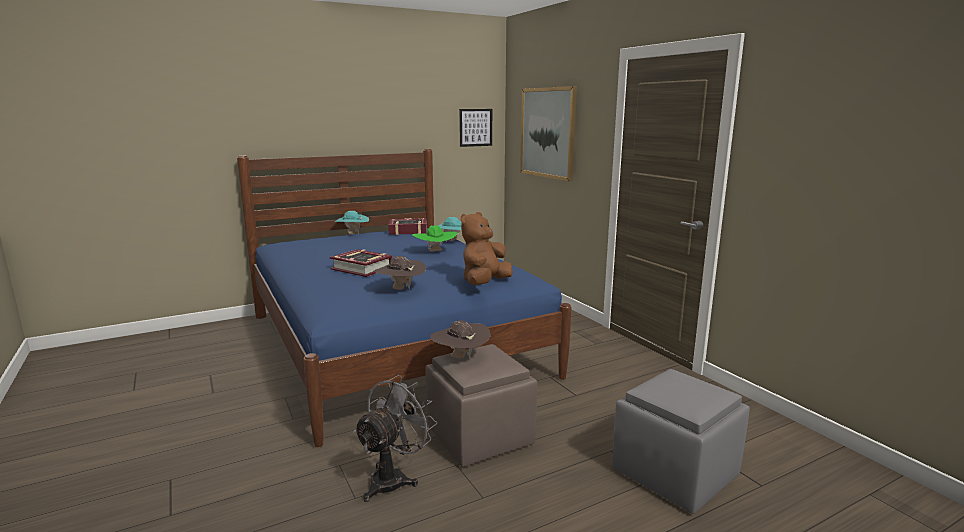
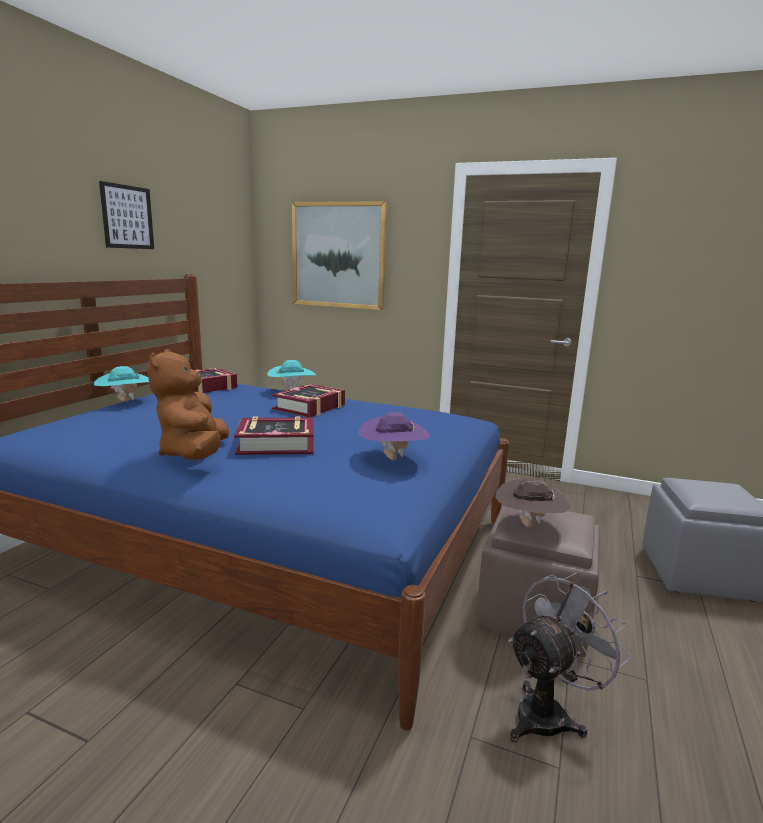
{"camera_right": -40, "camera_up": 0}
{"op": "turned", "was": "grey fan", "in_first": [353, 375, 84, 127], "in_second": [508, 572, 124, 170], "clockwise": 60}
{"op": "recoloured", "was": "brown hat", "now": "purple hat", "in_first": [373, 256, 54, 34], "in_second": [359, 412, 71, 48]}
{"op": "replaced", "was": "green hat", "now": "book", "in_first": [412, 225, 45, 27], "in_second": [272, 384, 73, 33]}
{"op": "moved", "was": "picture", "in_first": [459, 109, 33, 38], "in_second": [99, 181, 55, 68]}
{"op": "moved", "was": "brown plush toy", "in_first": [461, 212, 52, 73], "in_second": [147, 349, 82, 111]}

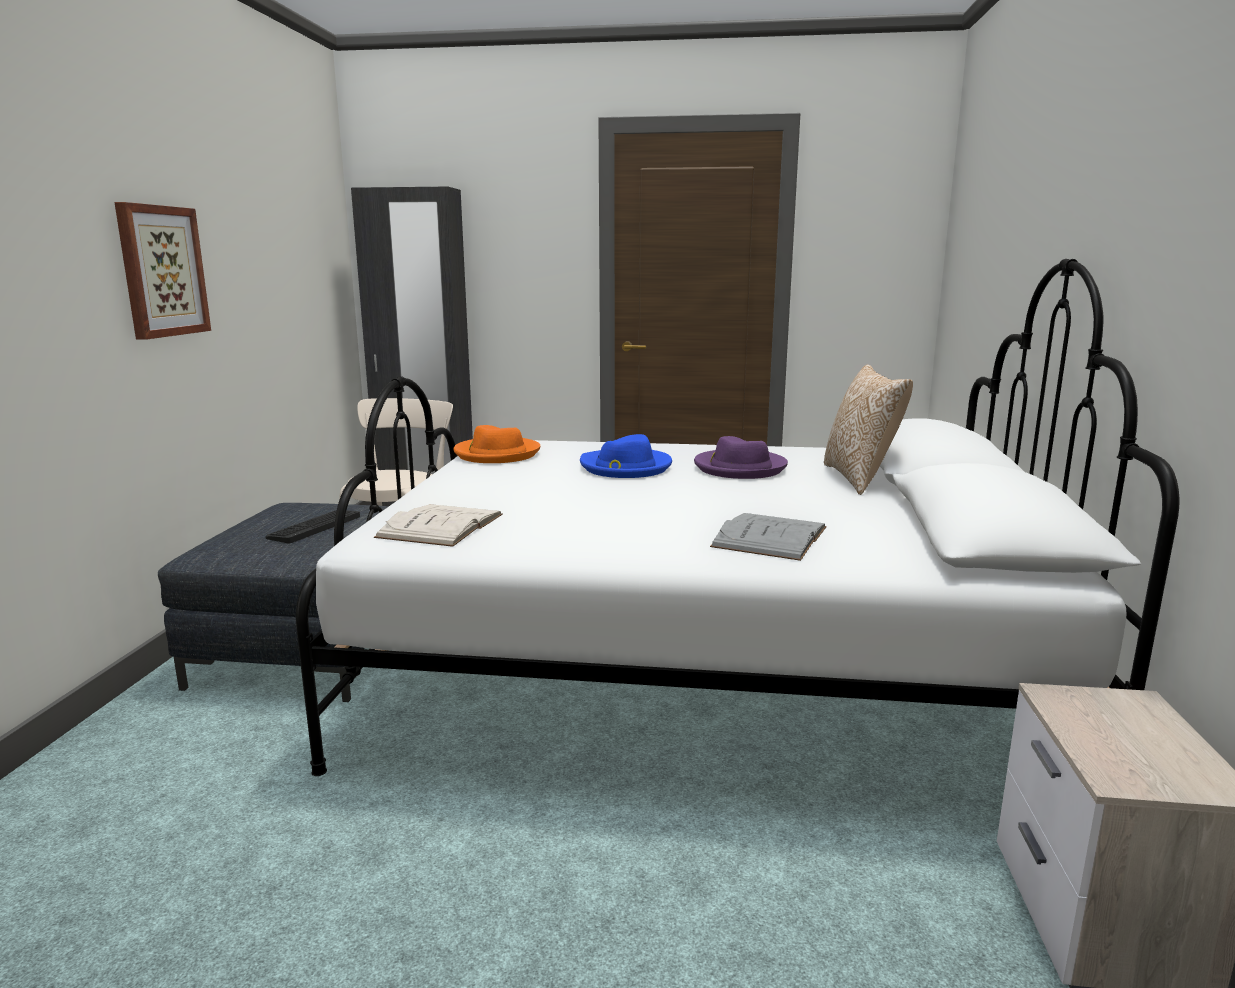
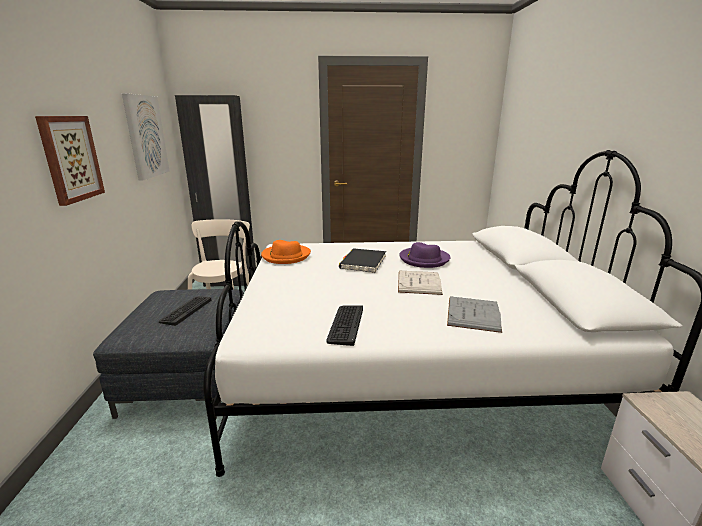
{"camera_right": -10, "camera_up": 5}
{"op": "moved", "was": "white book", "in_first": [374, 504, 129, 43], "in_second": [398, 271, 45, 24]}
{"op": "replaced", "was": "blue hat", "now": "black book", "in_first": [580, 434, 92, 44], "in_second": [339, 248, 47, 25]}
{"op": "removed", "was": "pillow", "in_first": [824, 365, 89, 130]}
{"op": "added", "now": "picture", "in_second": [122, 93, 48, 88]}
{"op": "added", "now": "keyboard", "in_second": [326, 305, 37, 41]}

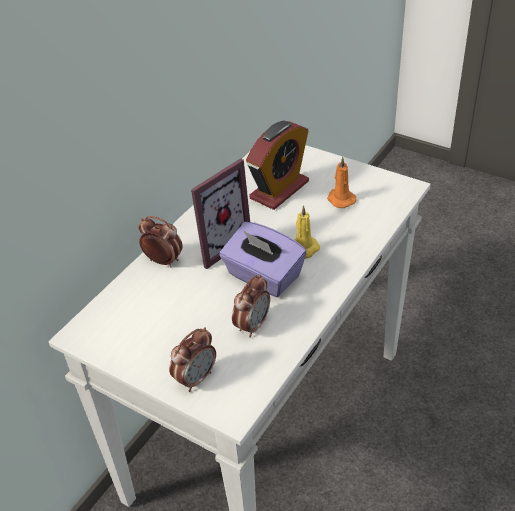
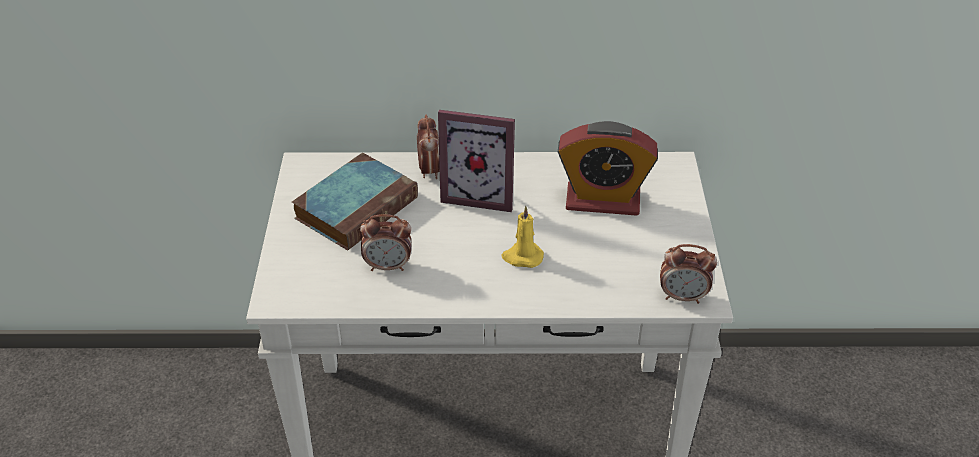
{"camera_right": 55, "camera_up": 0}
{"op": "moved", "was": "alarm clock", "in_first": [169, 327, 47, 65], "in_second": [660, 244, 57, 60]}
{"op": "removed", "was": "purple tissue box", "in_first": [219, 222, 88, 75]}
{"op": "removed", "was": "orange candle", "in_first": [327, 157, 29, 51]}
{"op": "added", "now": "book", "in_second": [292, 153, 126, 98]}

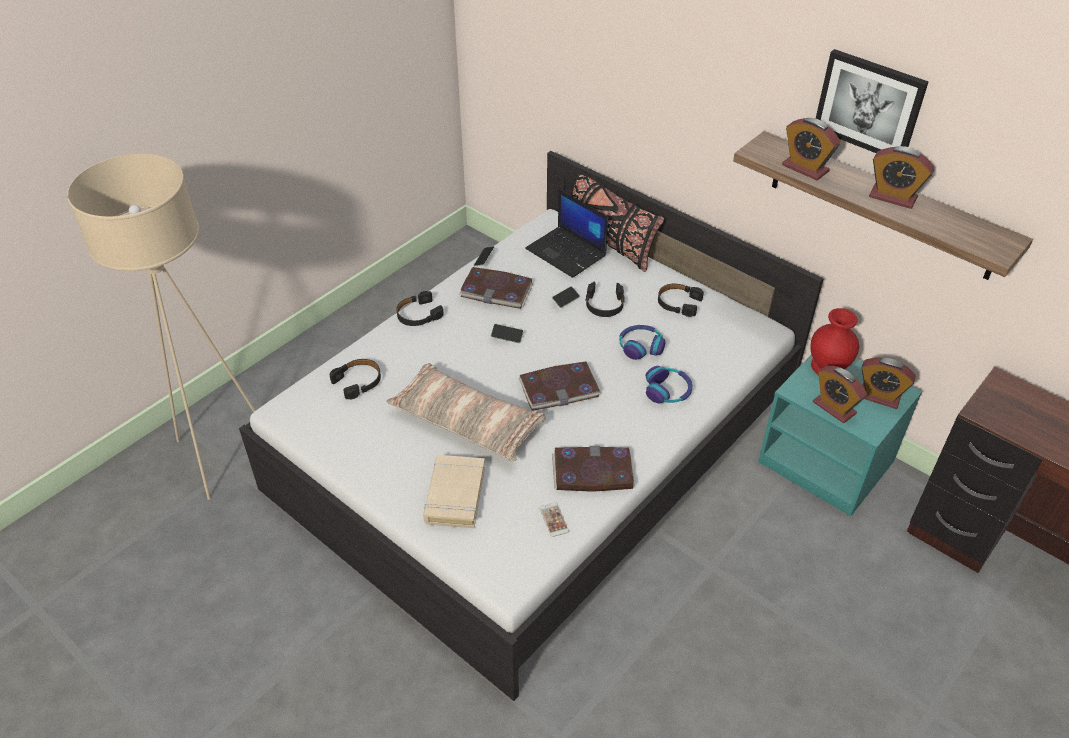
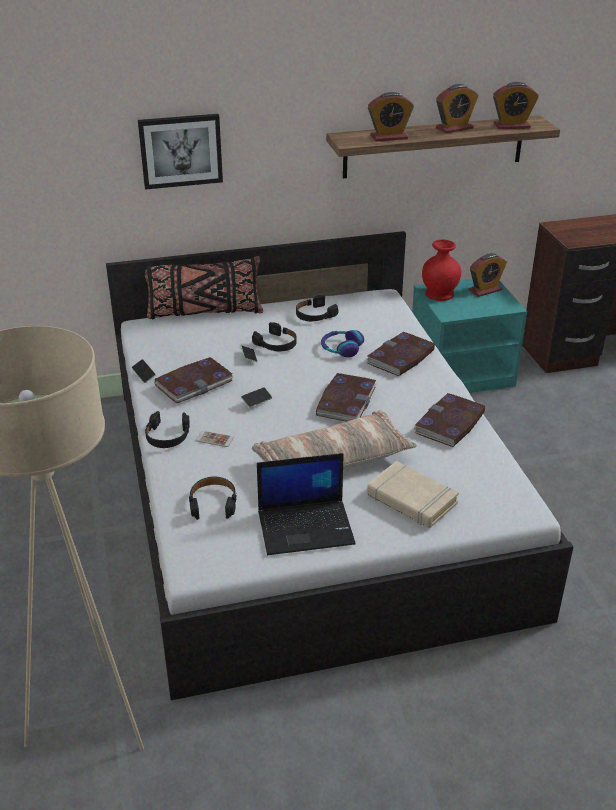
{"camera_right": -55, "camera_up": -10}
{"op": "moved", "was": "laptop", "in_first": [525, 189, 83, 89], "in_second": [257, 453, 99, 102]}
{"op": "moved", "was": "phone", "in_first": [539, 502, 30, 35], "in_second": [196, 431, 38, 16]}
{"op": "replaced", "was": "headphones", "now": "book", "in_first": [646, 366, 46, 37], "in_second": [366, 332, 69, 44]}
{"op": "moved", "was": "alarm clock", "in_first": [813, 366, 54, 57], "in_second": [493, 82, 46, 47]}
{"op": "moved", "was": "picture", "in_first": [816, 49, 112, 104], "in_second": [138, 114, 85, 76]}

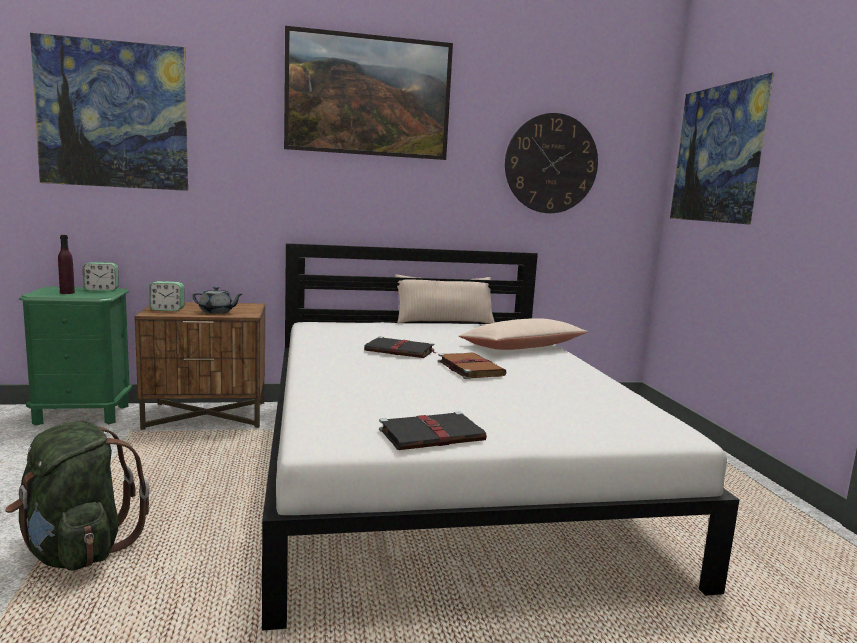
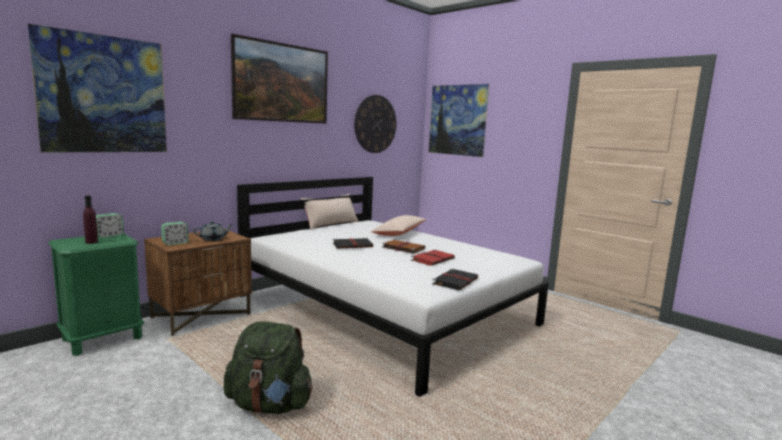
{"camera_right": -35, "camera_up": 0}
{"op": "added", "now": "red book", "in_second": [411, 249, 44, 17]}

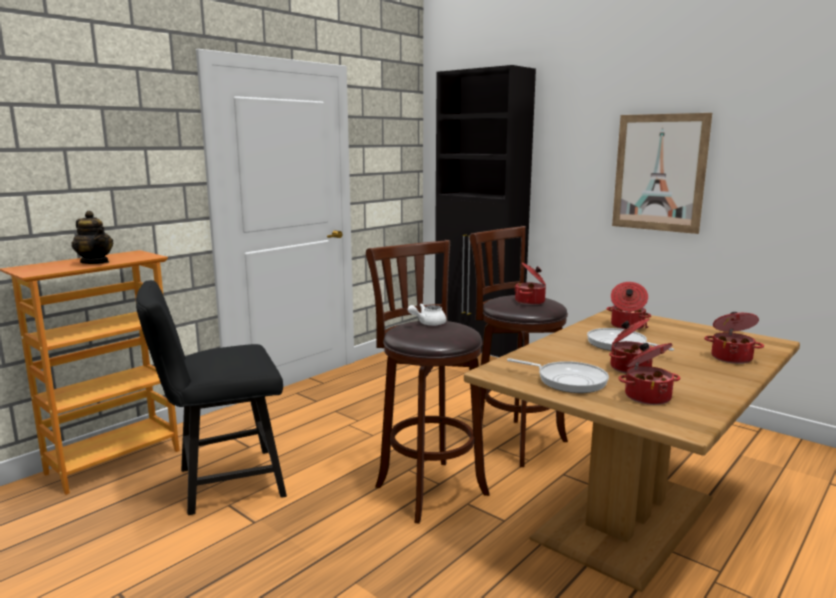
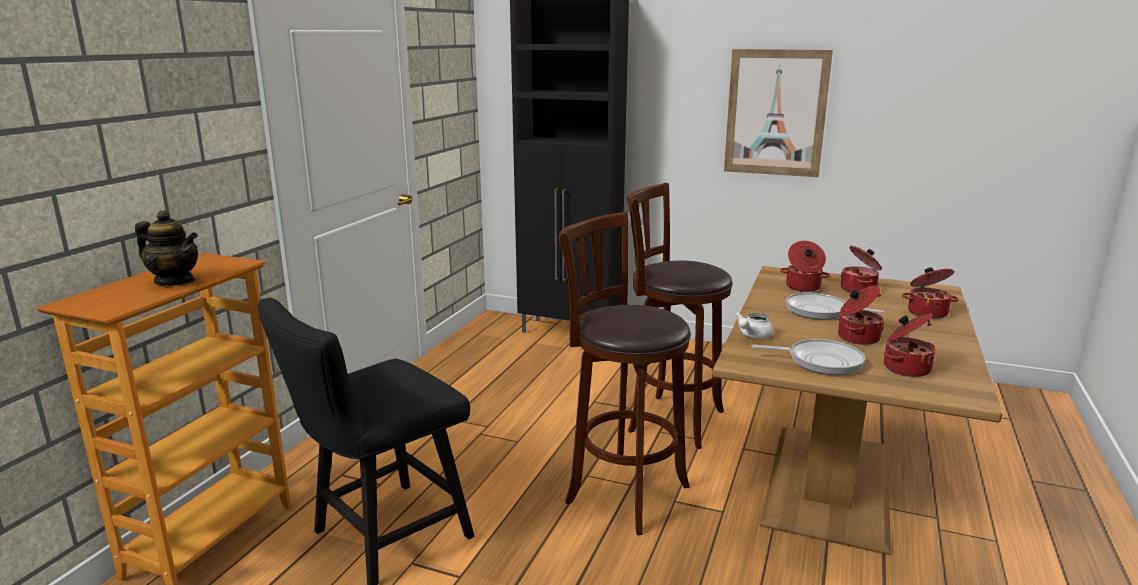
{"camera_right": -20, "camera_up": 5}
{"op": "moved", "was": "white teapot", "in_first": [408, 304, 38, 22], "in_second": [735, 312, 39, 27]}
{"op": "moved", "was": "cooking pot", "in_first": [514, 262, 32, 43], "in_second": [841, 246, 41, 47]}

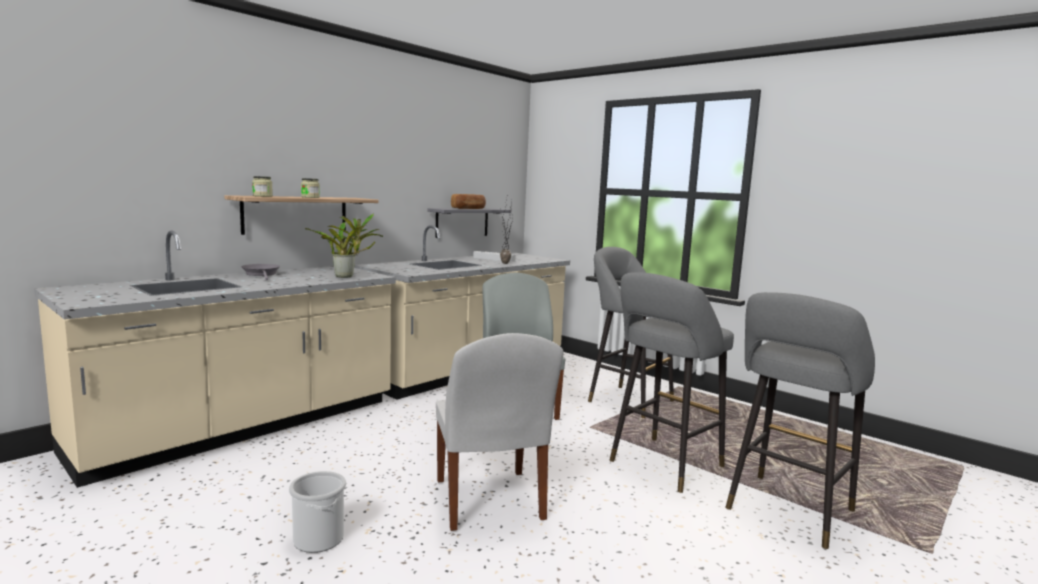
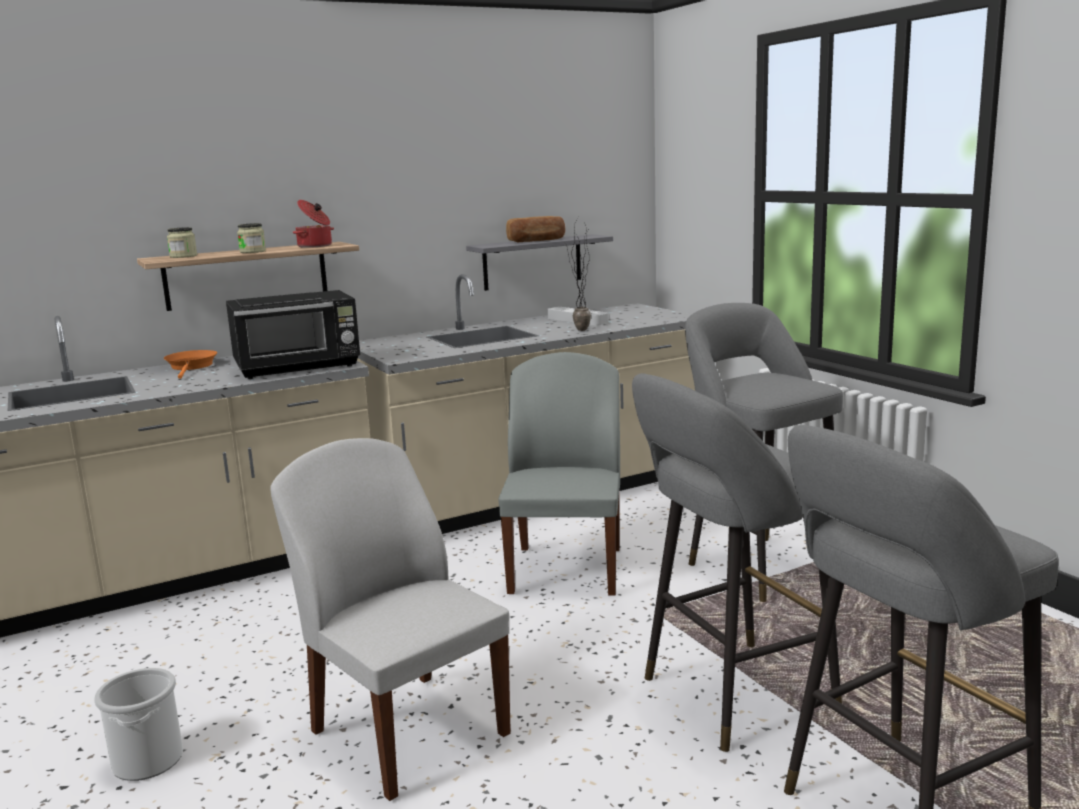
{"camera_right": 20, "camera_up": 5}
{"op": "recoloured", "was": "grey frying pan", "now": "orange frying pan", "in_first": [241, 264, 39, 16], "in_second": [164, 350, 53, 29]}
{"op": "replaced", "was": "potted plant", "now": "black microwave", "in_first": [305, 213, 78, 65], "in_second": [226, 290, 134, 89]}
{"op": "turned", "was": "white chair", "in_first": [436, 333, 127, 198], "in_second": [270, 438, 241, 363], "clockwise": 135}
{"op": "added", "now": "cooking pot", "in_second": [293, 200, 41, 48]}

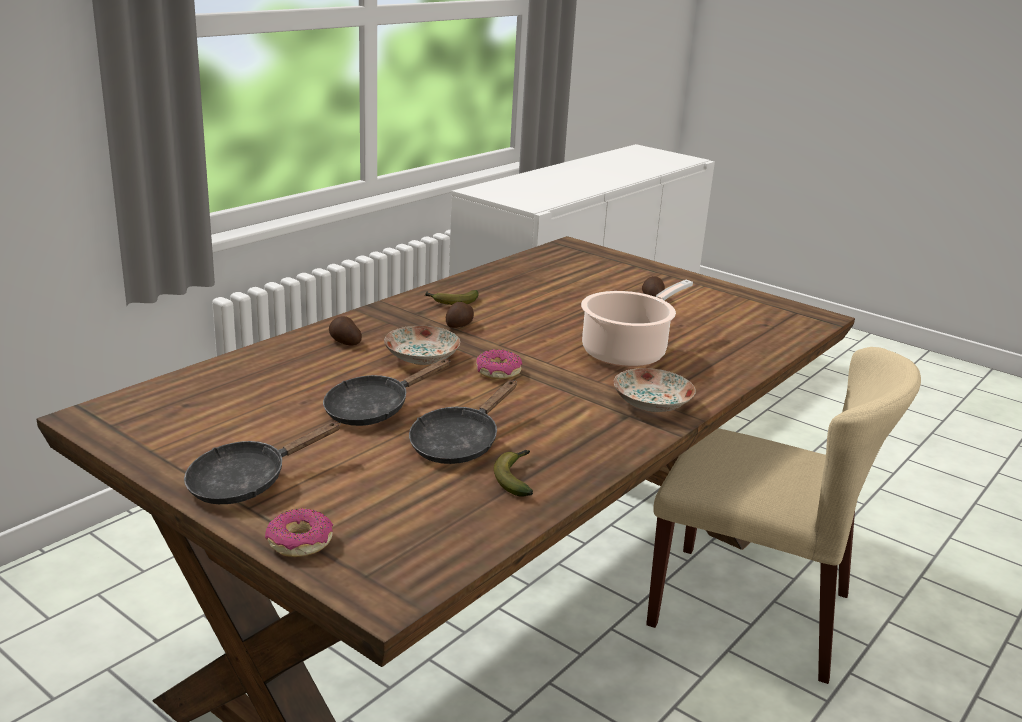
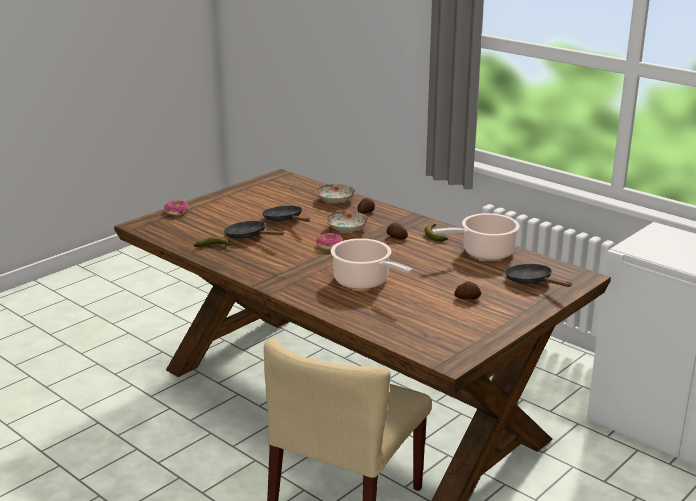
{"camera_right": 95, "camera_up": 0}
{"op": "moved", "was": "black frying pan", "in_first": [184, 422, 157, 82], "in_second": [505, 264, 67, 23]}
{"op": "moved", "was": "plate", "in_first": [614, 368, 82, 44], "in_second": [316, 184, 39, 20]}
{"op": "added", "now": "cooking pot", "in_second": [432, 213, 88, 47]}

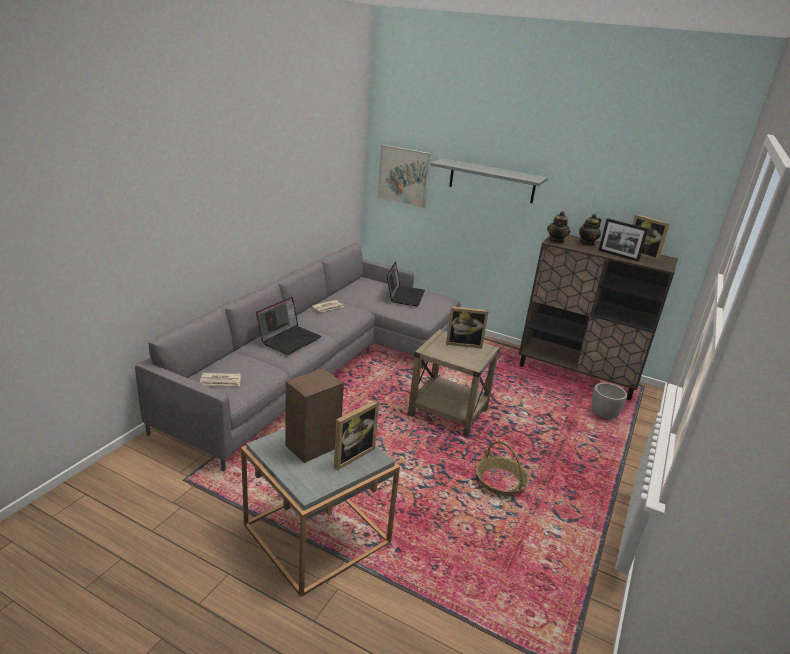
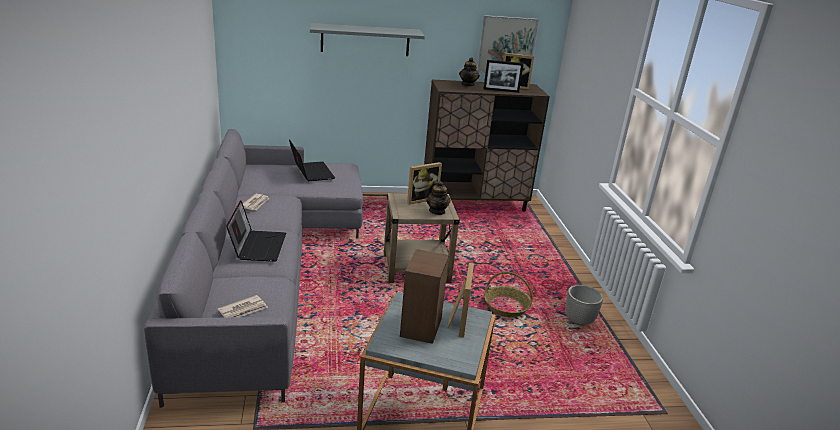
{"camera_right": -35, "camera_up": 0}
{"op": "moved", "was": "picture", "in_first": [377, 145, 54, 63], "in_second": [477, 15, 62, 58]}
{"op": "moved", "was": "teapot", "in_first": [547, 211, 23, 32], "in_second": [426, 181, 25, 34]}
{"op": "moved", "was": "planter", "in_first": [591, 383, 36, 37], "in_second": [565, 285, 38, 41]}

